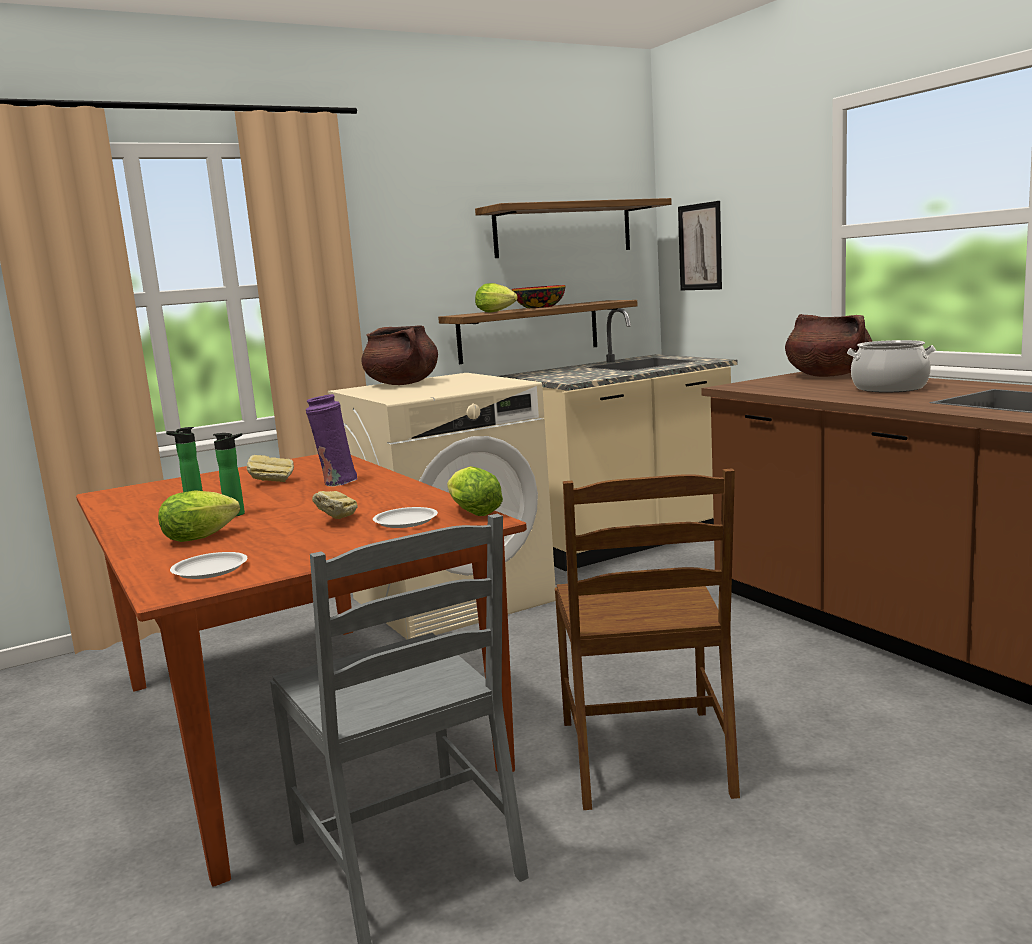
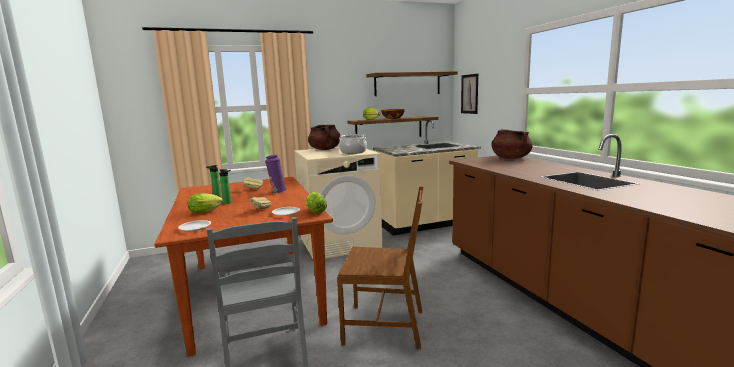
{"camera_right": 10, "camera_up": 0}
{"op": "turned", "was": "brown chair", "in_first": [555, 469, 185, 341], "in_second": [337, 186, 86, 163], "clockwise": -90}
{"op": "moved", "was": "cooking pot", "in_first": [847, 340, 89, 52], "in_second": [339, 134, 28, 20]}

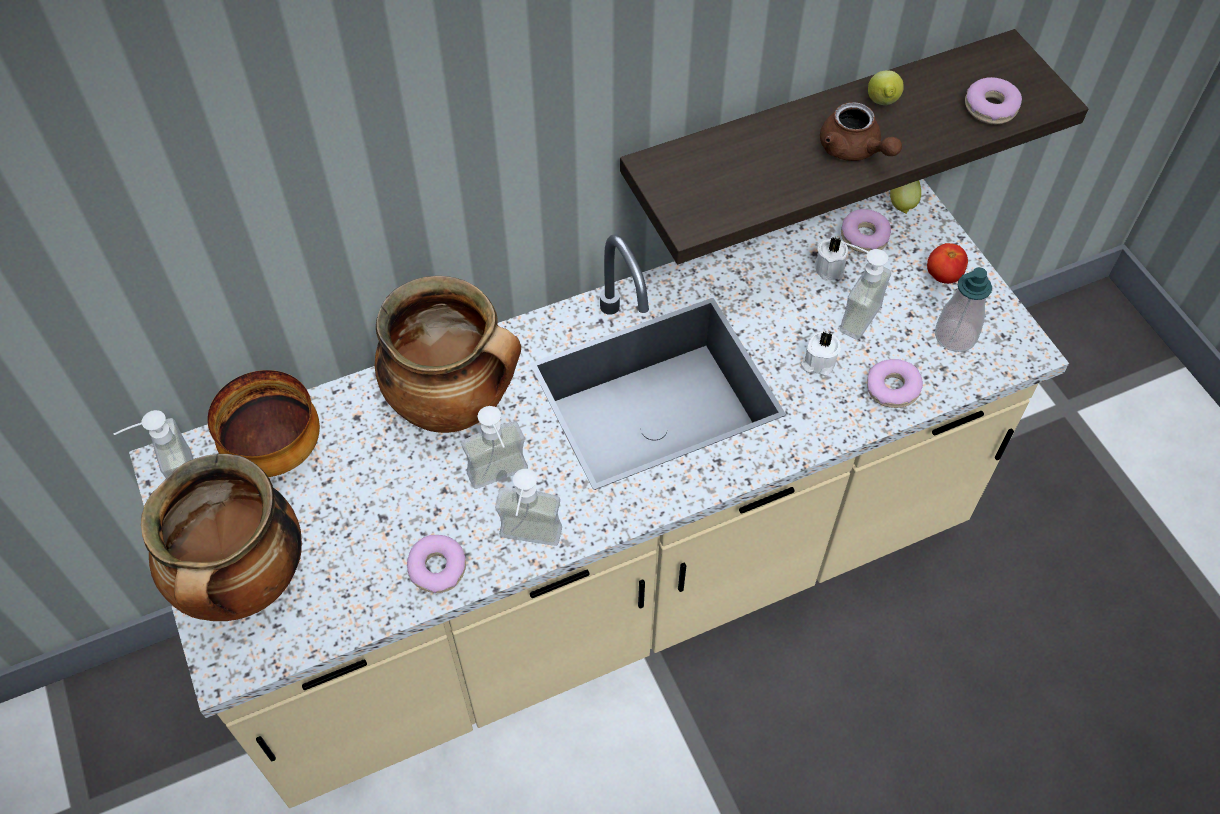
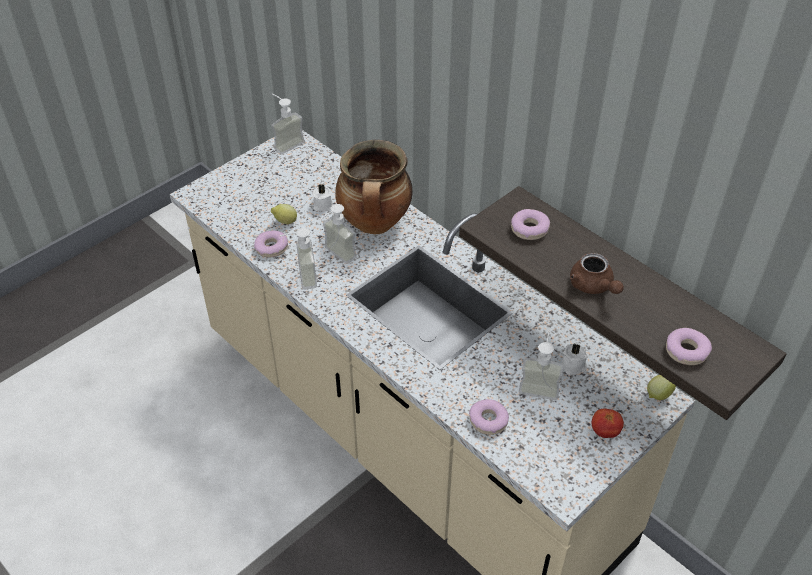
{"camera_right": 70, "camera_up": -10}
{"op": "removed", "was": "cooking pot", "in_first": [141, 454, 161, 167]}
{"op": "removed", "was": "bowl", "in_first": [207, 370, 113, 107]}
{"op": "moved", "was": "white candle", "in_first": [801, 331, 40, 45], "in_second": [313, 184, 20, 28]}
{"op": "turned", "was": "brown teapot", "in_first": [820, 102, 82, 59], "in_second": [570, 253, 54, 41], "clockwise": -60}
{"op": "moved", "was": "donut", "in_first": [841, 209, 50, 44], "in_second": [511, 209, 39, 31]}
{"op": "moved", "was": "lemon", "in_first": [868, 70, 36, 35], "in_second": [271, 204, 26, 20]}
{"op": "removed", "was": "soap dispenser", "in_first": [935, 267, 57, 85]}

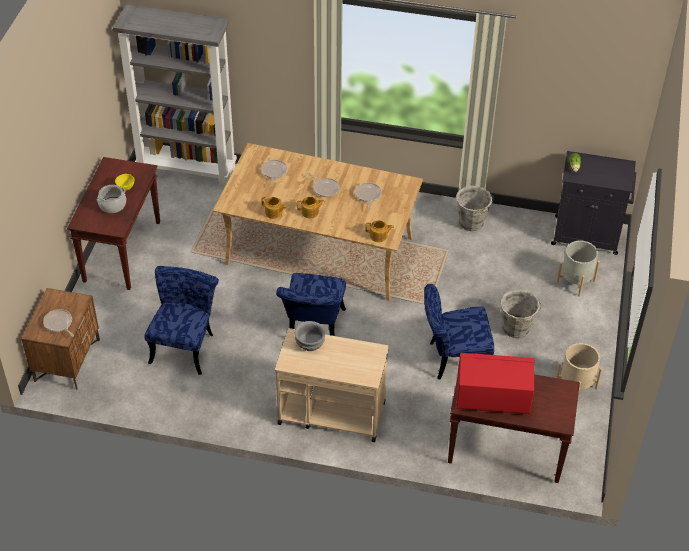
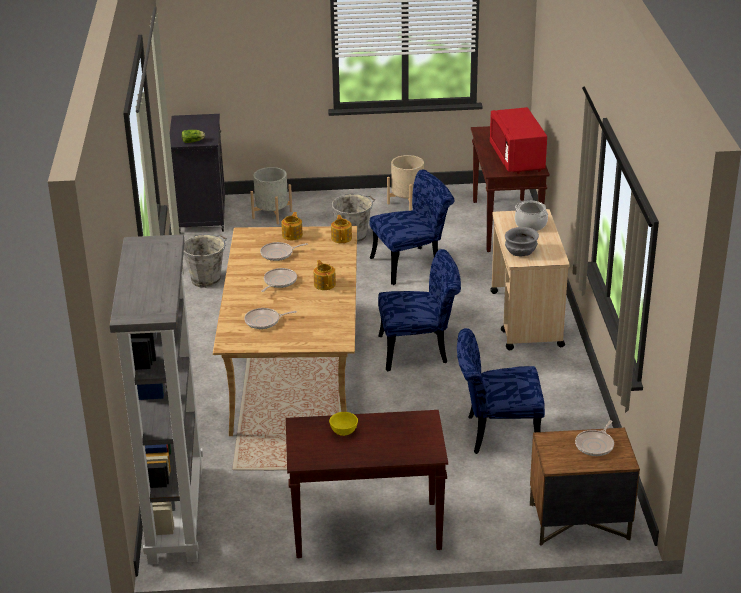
{"camera_right": -105, "camera_up": -15}
{"op": "moved", "was": "cooking pot", "in_first": [97, 185, 29, 28], "in_second": [515, 201, 33, 30]}
{"op": "moved", "was": "teapot", "in_first": [261, 197, 26, 22], "in_second": [282, 212, 21, 28]}
{"op": "turned", "was": "blue chair", "in_first": [424, 284, 70, 96], "in_second": [369, 170, 85, 115], "clockwise": -90}

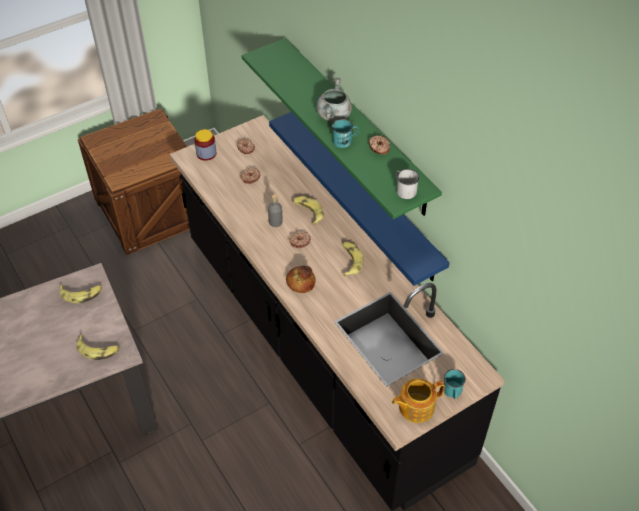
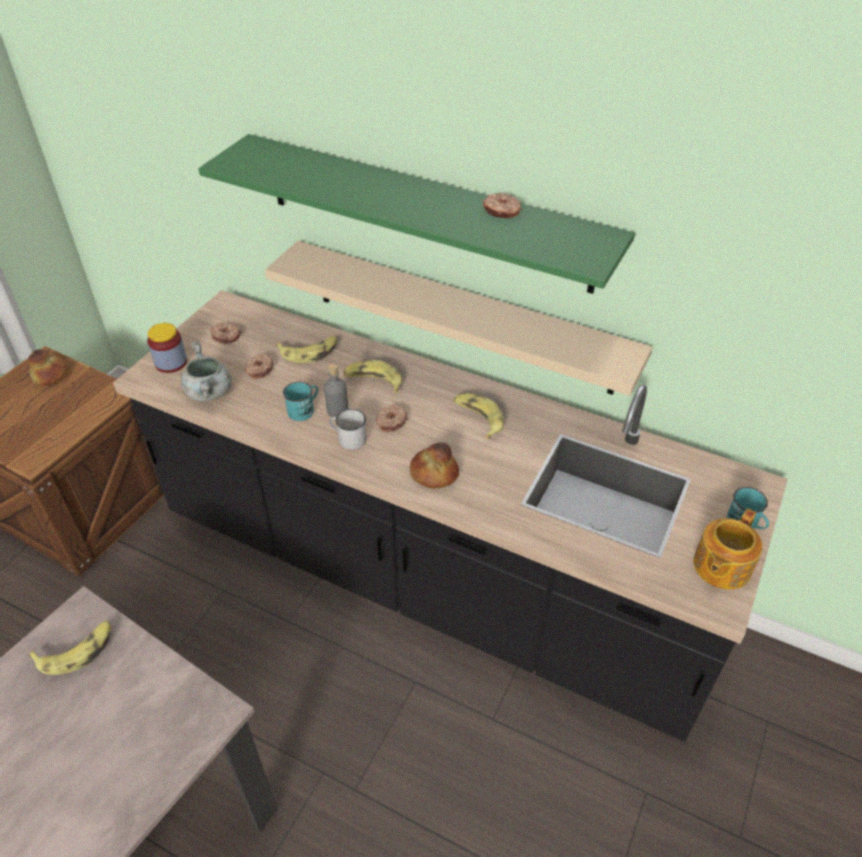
{"camera_right": -30, "camera_up": -5}
{"op": "moved", "was": "banana", "in_first": [76, 334, 43, 26], "in_second": [276, 336, 61, 27]}
{"op": "recoloured", "was": "blue shelf", "now": "beige shelf", "in_first": [269, 112, 181, 174], "in_second": [265, 241, 387, 155]}
{"op": "moved", "was": "grey cooking pot", "in_first": [316, 77, 36, 45], "in_second": [181, 341, 51, 61]}
{"op": "moved", "was": "turquoise mug", "in_first": [332, 119, 27, 29], "in_second": [283, 382, 35, 39]}
{"op": "moved", "was": "white mug", "in_first": [395, 169, 24, 30], "in_second": [329, 409, 37, 41]}
{"op": "added", "now": "bread", "in_second": [28, 349, 40, 37]}

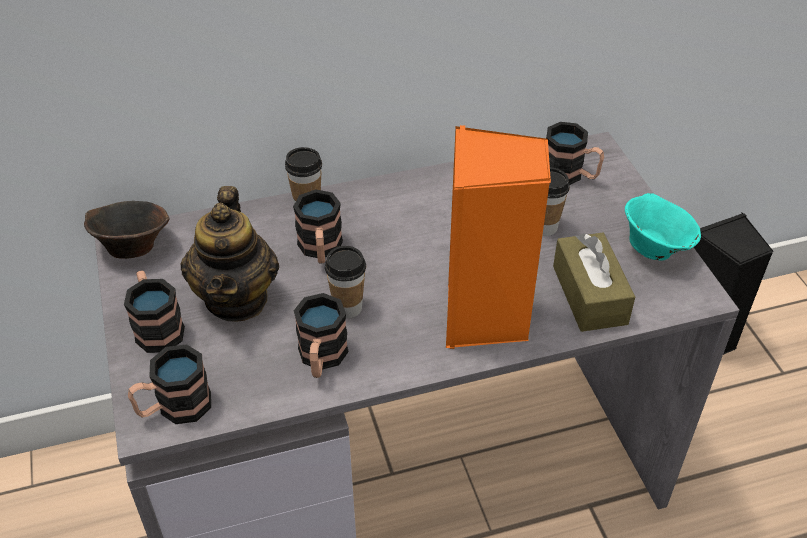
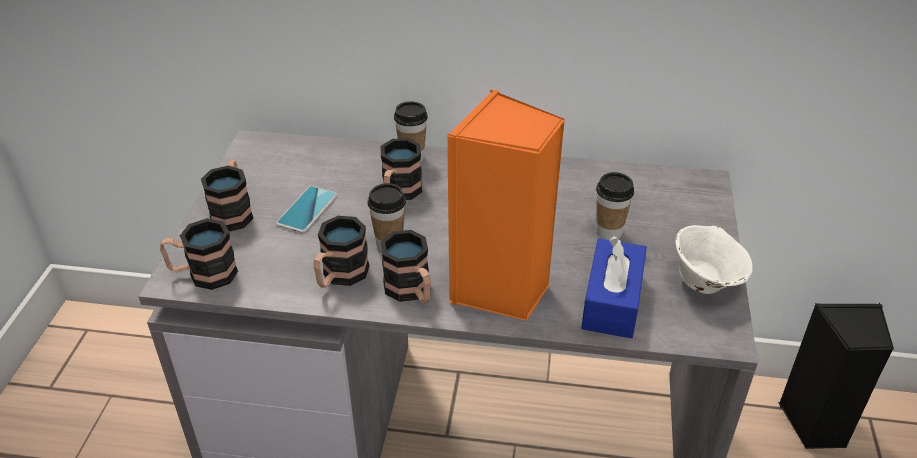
{"camera_right": 25, "camera_up": -5}
{"op": "removed", "was": "brown bowl", "in_first": [84, 201, 86, 58]}
{"op": "replaced", "was": "teapot", "now": "phone", "in_first": [180, 186, 99, 136], "in_second": [276, 186, 61, 47]}
{"op": "moved", "was": "mug", "in_first": [546, 122, 58, 63], "in_second": [380, 230, 51, 73]}
{"op": "recoloured", "was": "brown tissue box", "now": "blue tissue box", "in_first": [553, 233, 82, 99], "in_second": [581, 236, 66, 103]}
{"op": "recoloured", "was": "turquoise bowl", "now": "white bowl", "in_first": [625, 193, 76, 67], "in_second": [675, 225, 78, 69]}

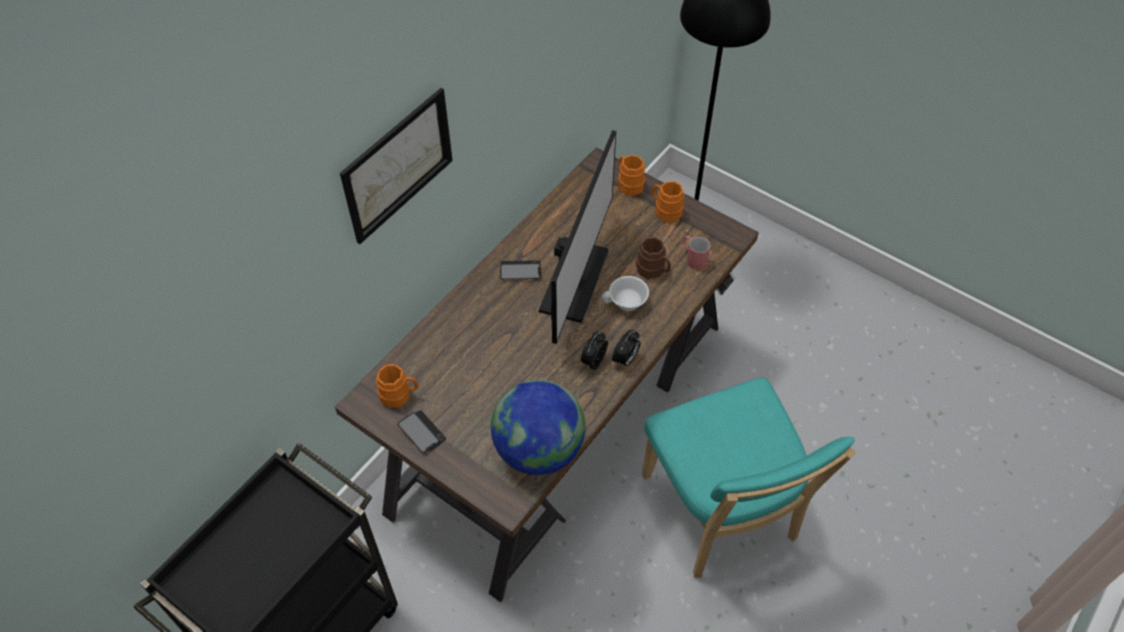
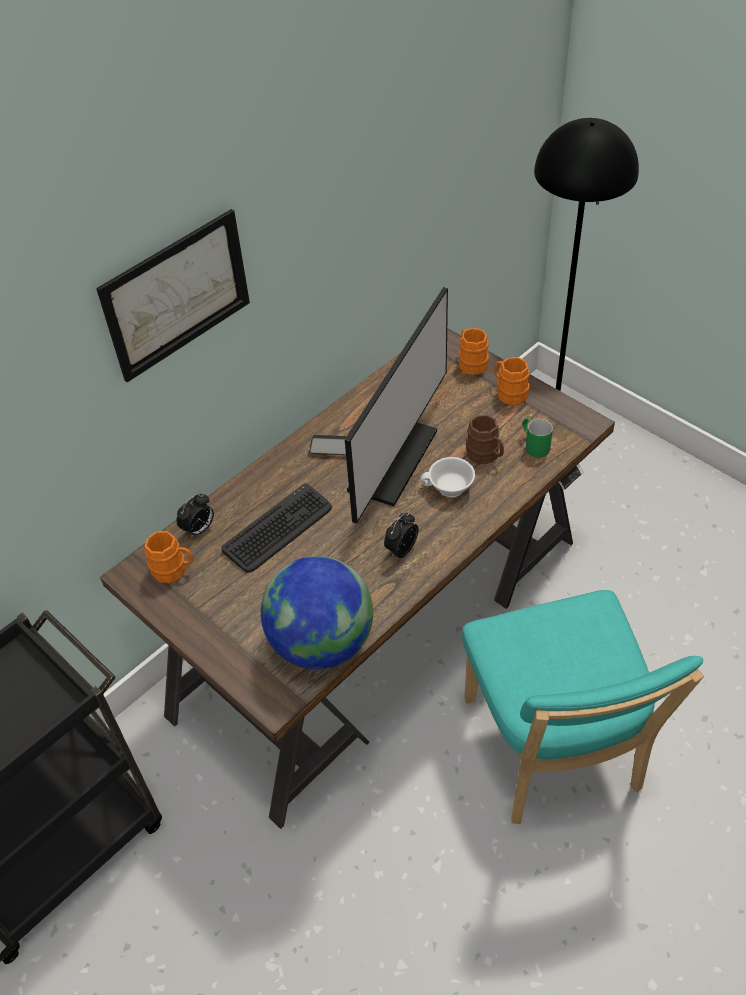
{"camera_right": 10, "camera_up": -5}
{"op": "removed", "was": "phone", "in_first": [397, 410, 49, 43]}
{"op": "moved", "was": "alarm clock", "in_first": [612, 330, 28, 38], "in_second": [176, 494, 38, 44]}
{"op": "recoloured", "was": "red mug", "now": "green mug", "in_first": [682, 236, 28, 34], "in_second": [522, 418, 31, 40]}
{"op": "added", "now": "keyboard", "in_second": [221, 483, 111, 90]}

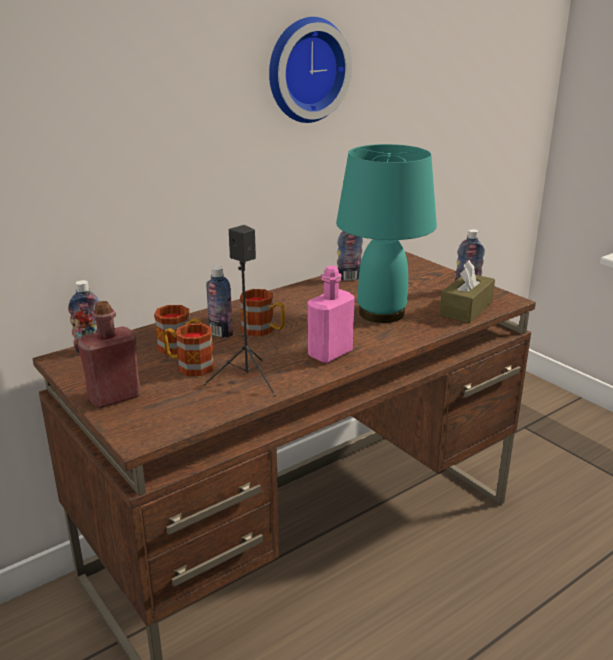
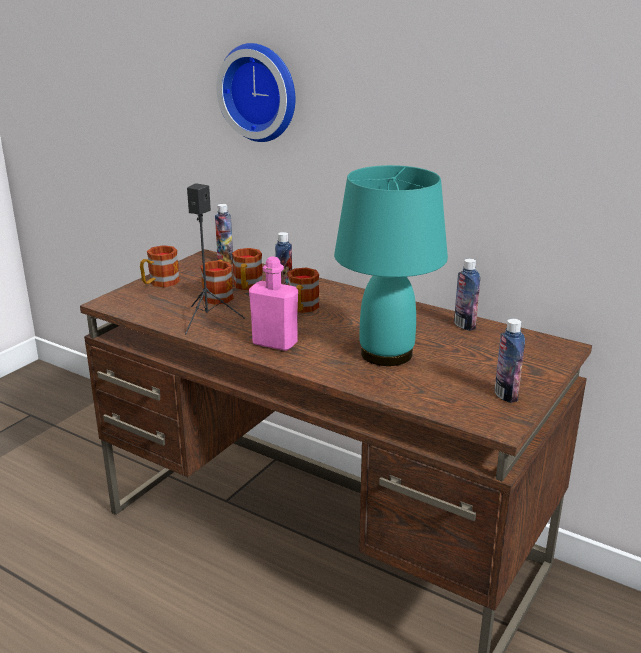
{"camera_right": 70, "camera_up": 0}
{"op": "replaced", "was": "red bottle", "now": "mug", "in_first": [78, 301, 63, 107], "in_second": [140, 245, 40, 42]}
{"op": "moved", "was": "wall clock", "in_first": [269, 17, 83, 106], "in_second": [216, 43, 79, 99]}
{"op": "removed", "was": "brown tissue box", "in_first": [439, 260, 56, 63]}

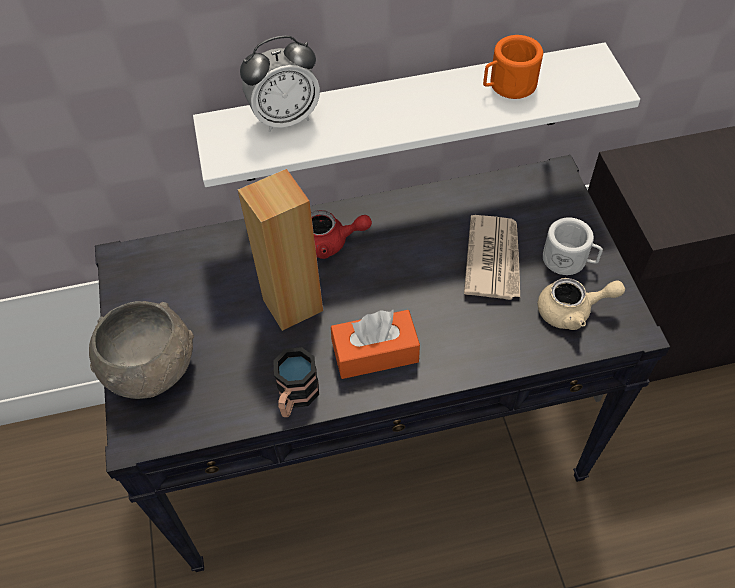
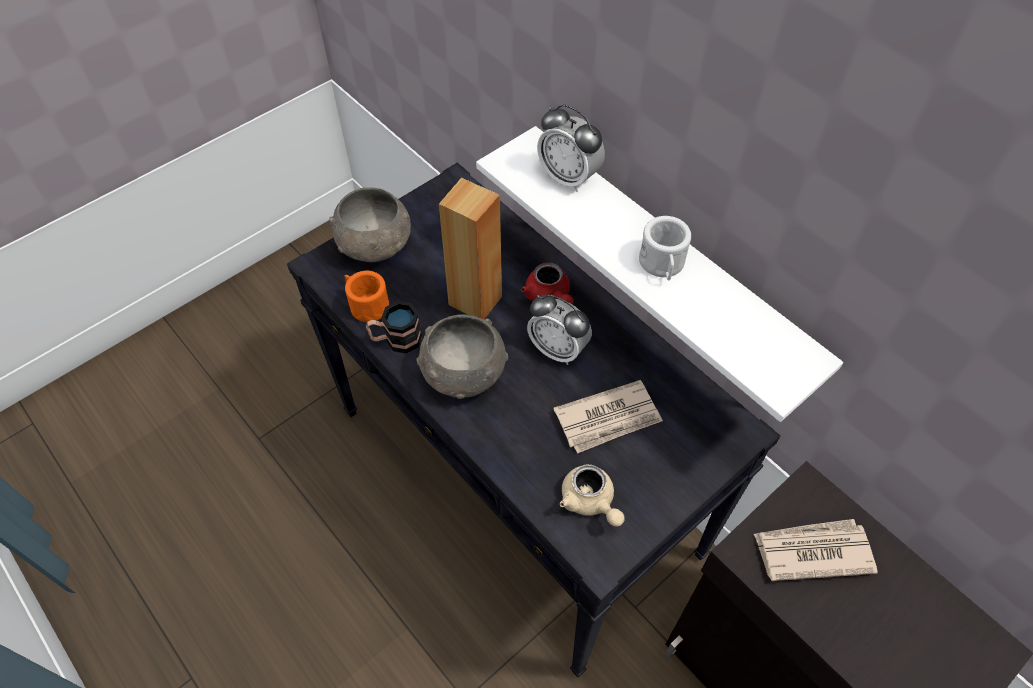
{"camera_right": 60, "camera_up": 0}
{"op": "replaced", "was": "orange tissue box", "now": "grey bowl", "in_first": [331, 309, 89, 70], "in_second": [416, 314, 92, 85]}
{"op": "moved", "was": "orange mug", "in_first": [483, 35, 60, 64], "in_second": [344, 271, 45, 51]}
{"op": "moved", "was": "white mug", "in_first": [543, 218, 60, 57], "in_second": [639, 216, 52, 64]}
{"op": "added", "now": "alarm clock", "in_second": [527, 295, 65, 70]}
{"op": "added", "now": "newspaper", "in_second": [754, 519, 124, 62]}

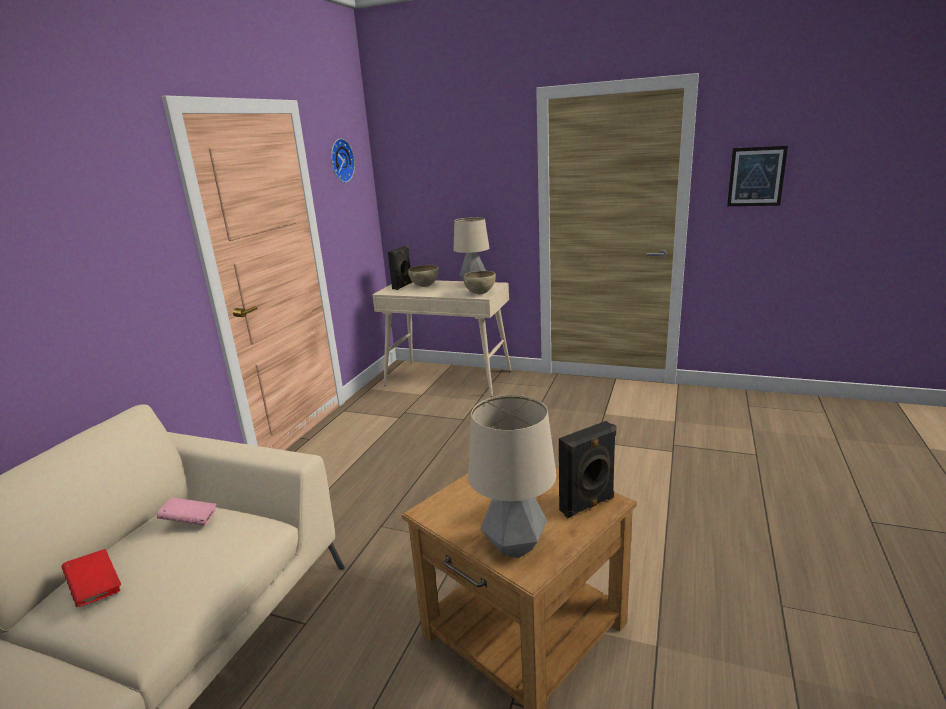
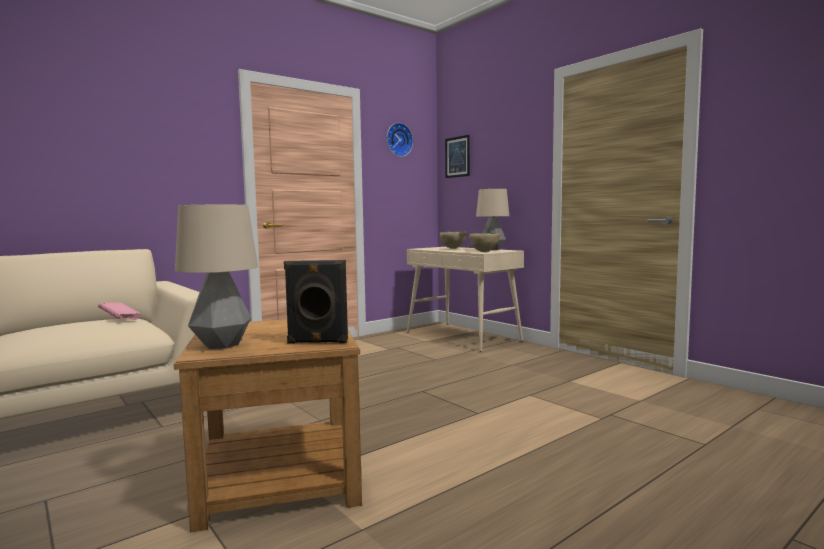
{"camera_right": 30, "camera_up": -15}
{"op": "removed", "was": "red book", "in_first": [62, 549, 59, 58]}
{"op": "removed", "was": "black speaker", "in_first": [388, 246, 24, 44]}
{"op": "moved", "was": "picture", "in_first": [727, 146, 61, 60], "in_second": [445, 135, 25, 43]}

